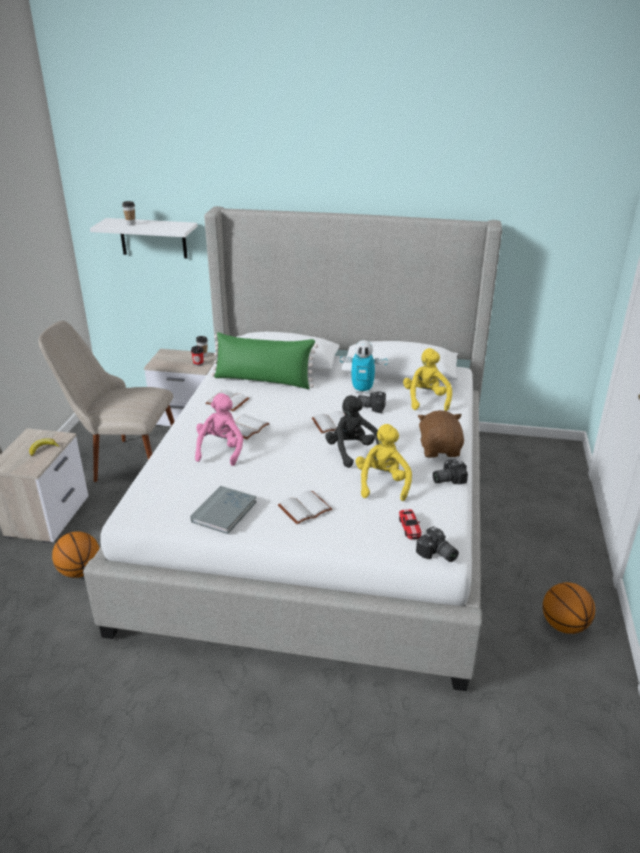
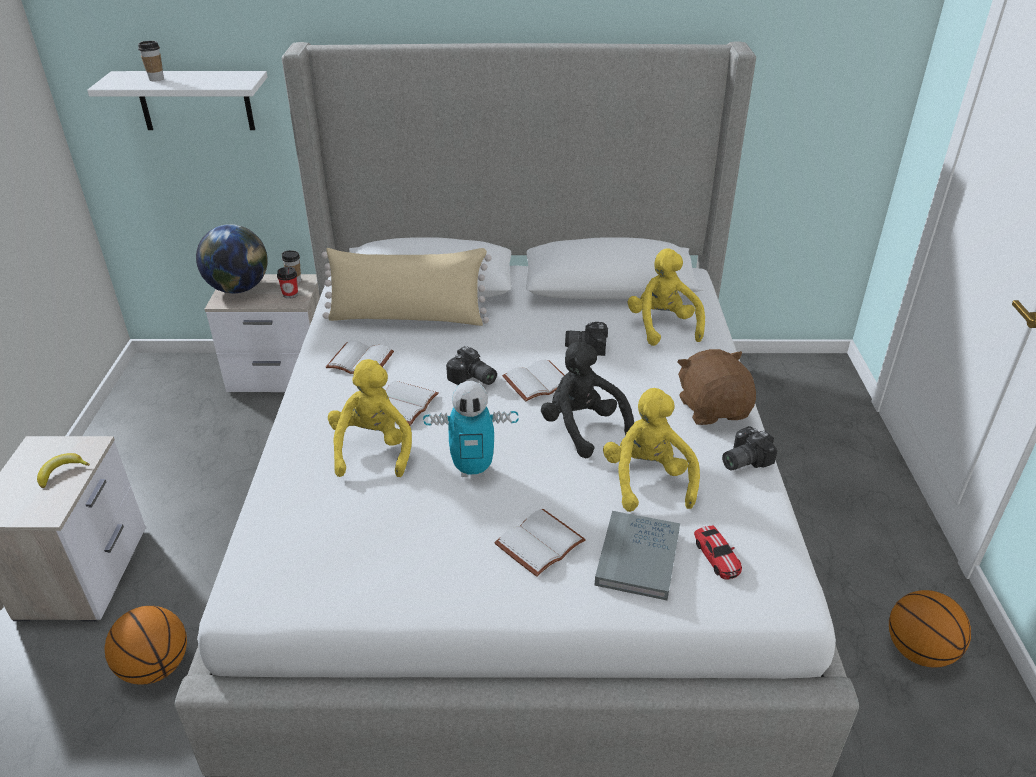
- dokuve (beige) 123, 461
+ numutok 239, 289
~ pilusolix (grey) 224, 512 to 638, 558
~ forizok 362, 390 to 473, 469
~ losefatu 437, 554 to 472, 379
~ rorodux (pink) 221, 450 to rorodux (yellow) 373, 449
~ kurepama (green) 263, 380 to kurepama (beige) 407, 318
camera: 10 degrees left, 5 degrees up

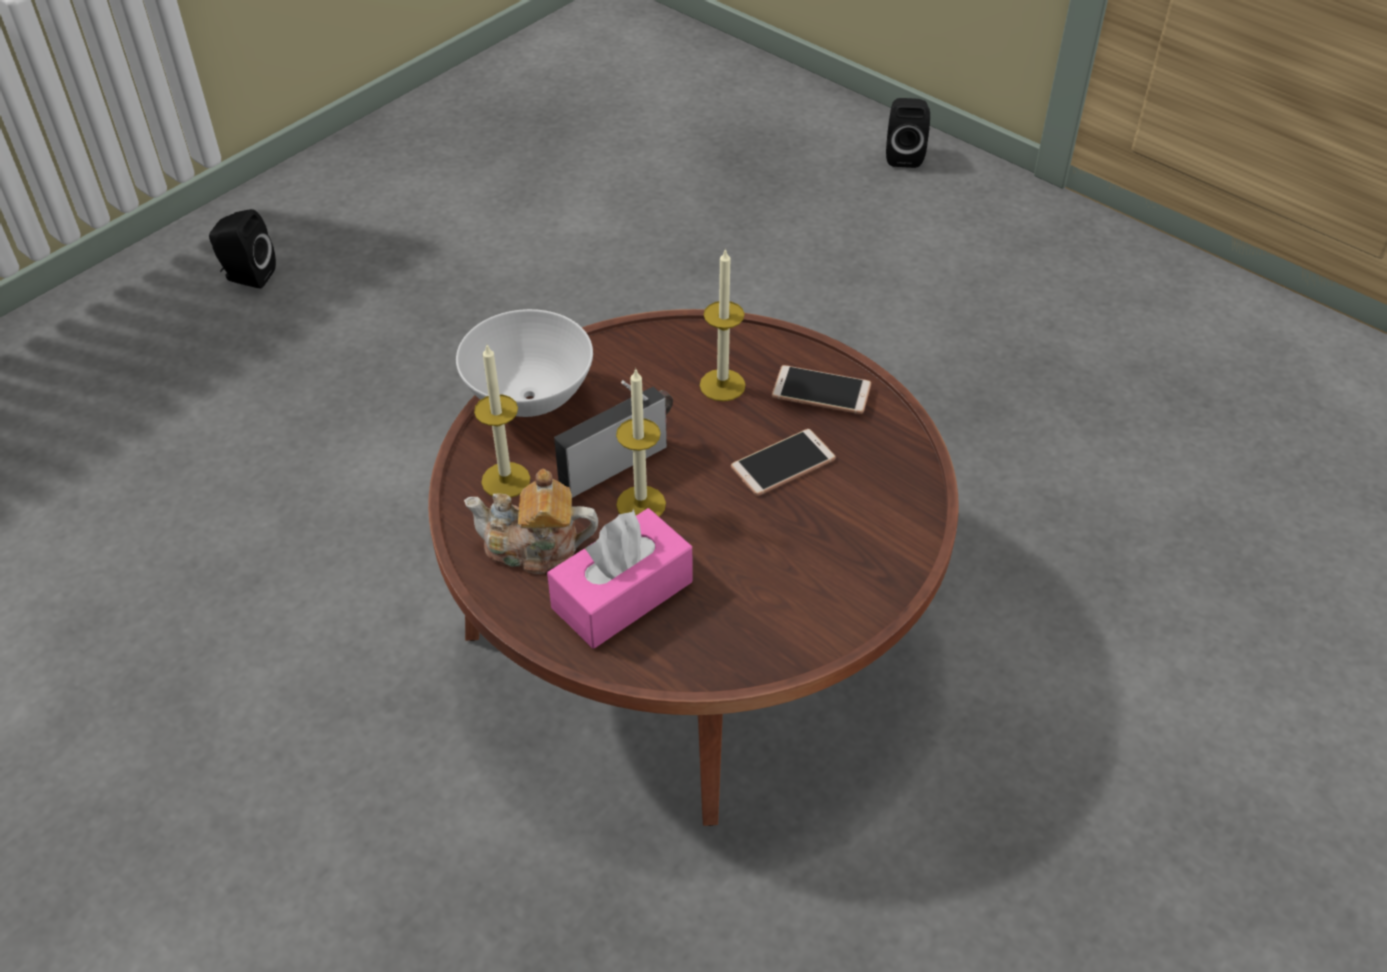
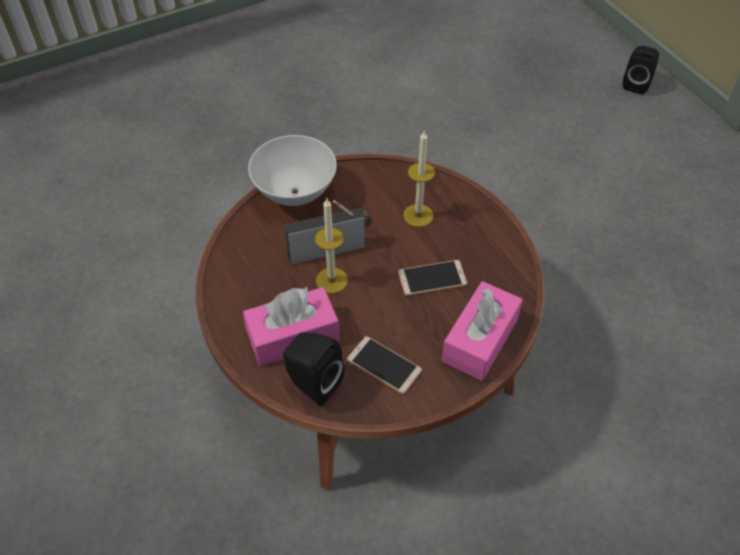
- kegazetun 534, 548
- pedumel 506, 480
+ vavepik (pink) 480, 340
~ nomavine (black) 247, 276 to 312, 384
~ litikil 821, 391 to 384, 365
camera: 20 degrees right, 5 degrees up

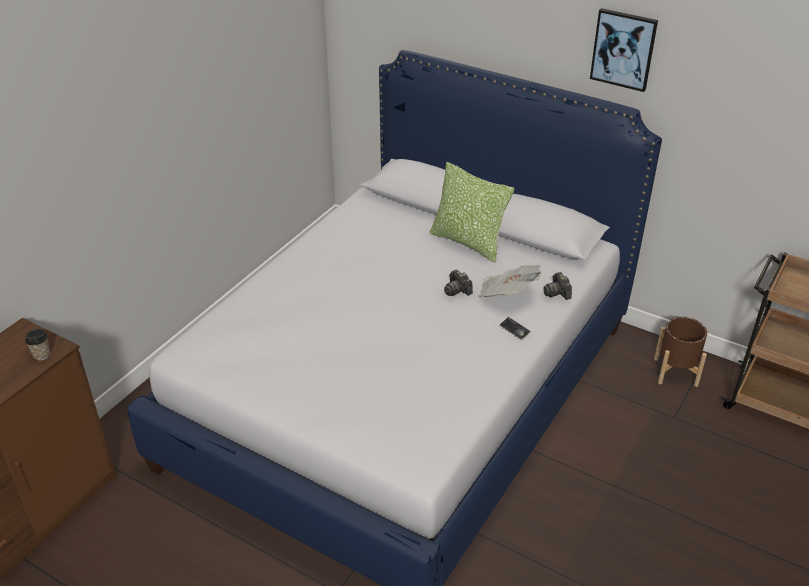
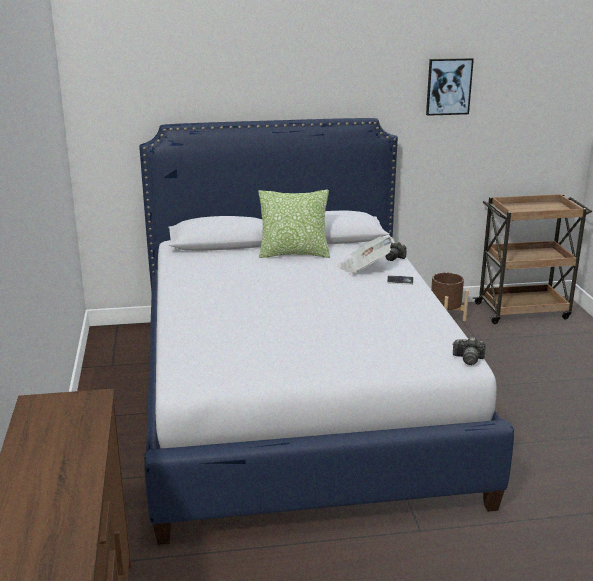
- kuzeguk 41, 355
~ losefatu 457, 290 to 468, 359
~ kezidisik 623, 49 to 448, 86
camera: 40 degrees left, 15 degrees down

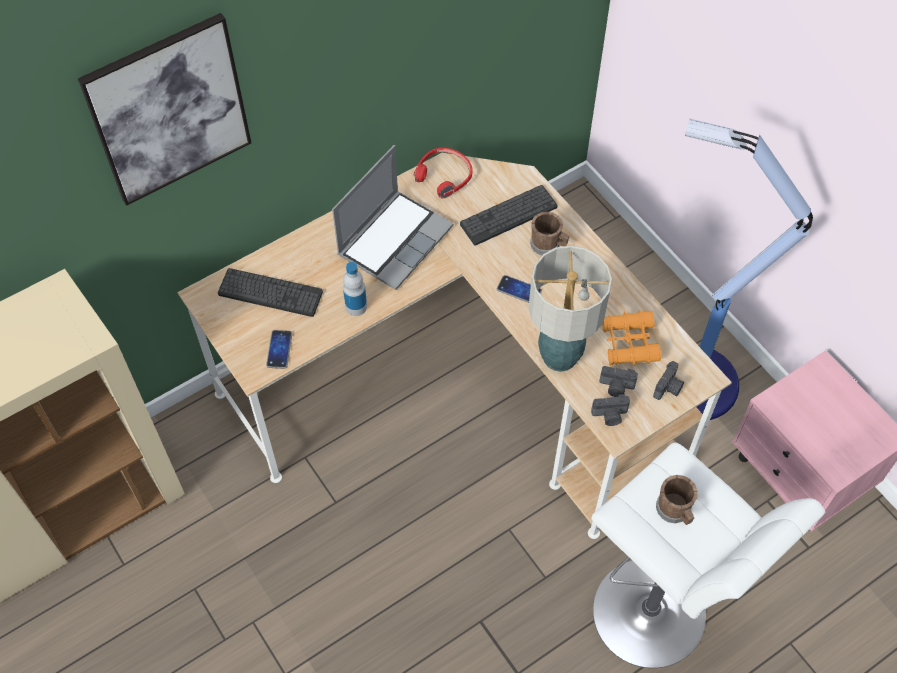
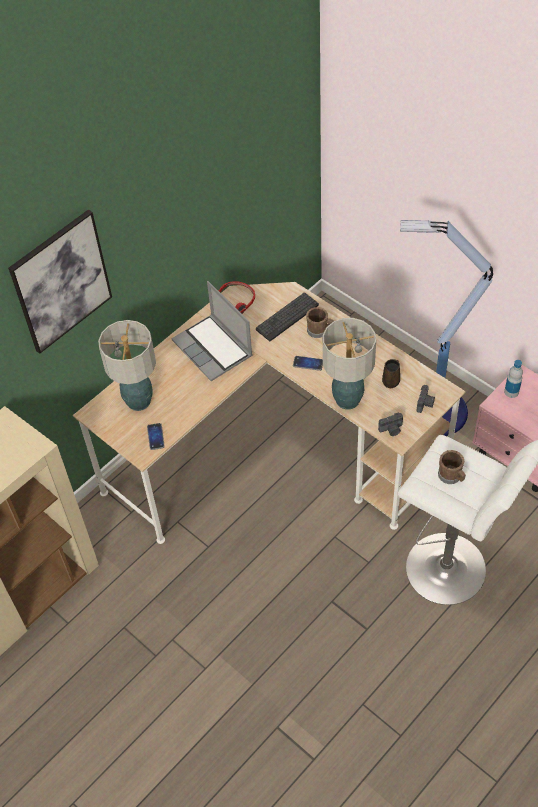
- losefatu 616, 387
~ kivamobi 356, 306 to 511, 392
~ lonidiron 270, 293 to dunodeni 138, 401
~ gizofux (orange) 629, 343 to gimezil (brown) 391, 381
~ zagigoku 395, 239 = 214, 349 120 degrees clockwise
camera: 10 degrees left, 5 degrees down

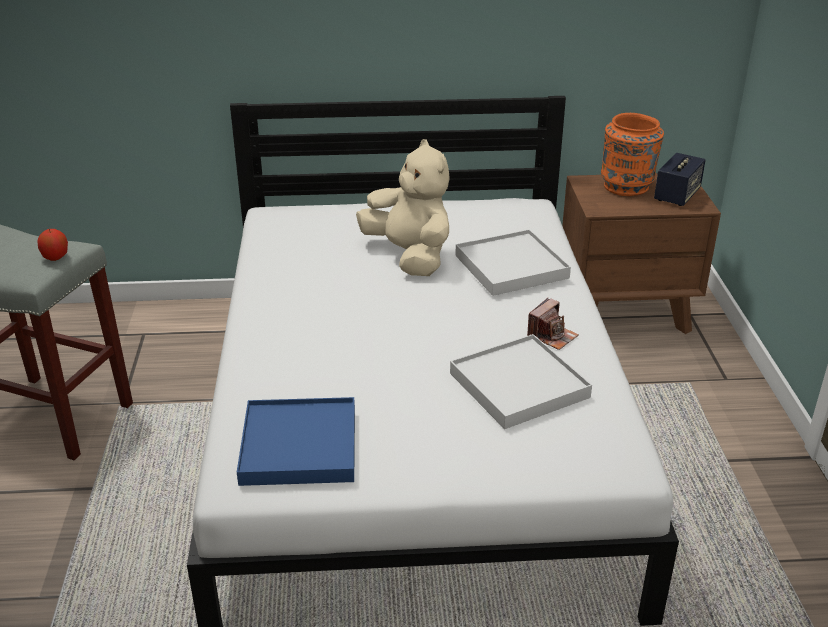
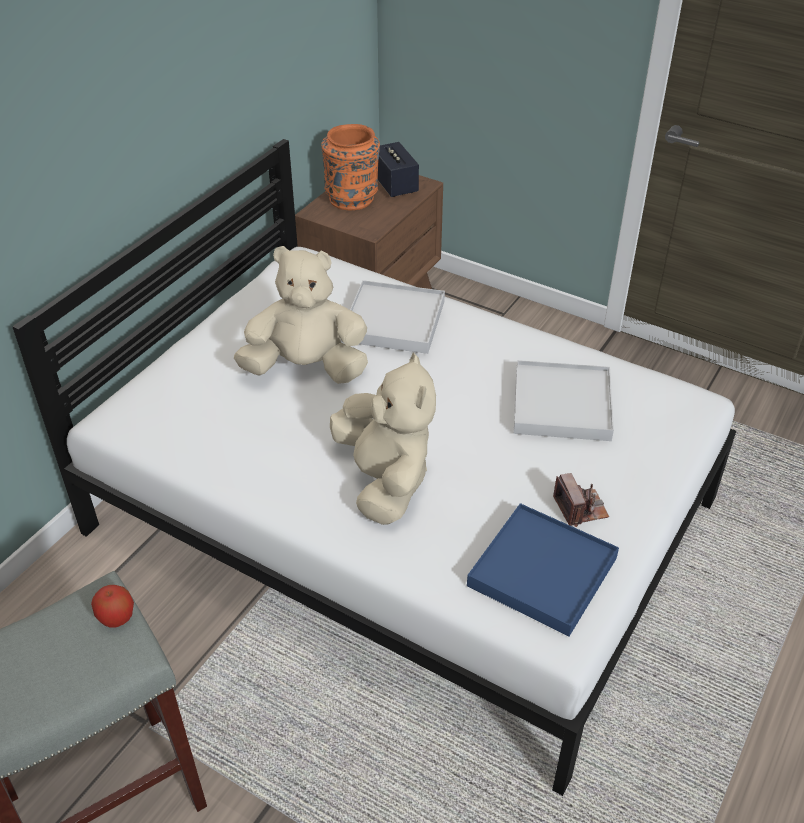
+ rorodux (beige) 385, 481
~ losefatu 552, 336 to 580, 508
camera: 55 degrees left, 10 degrees up

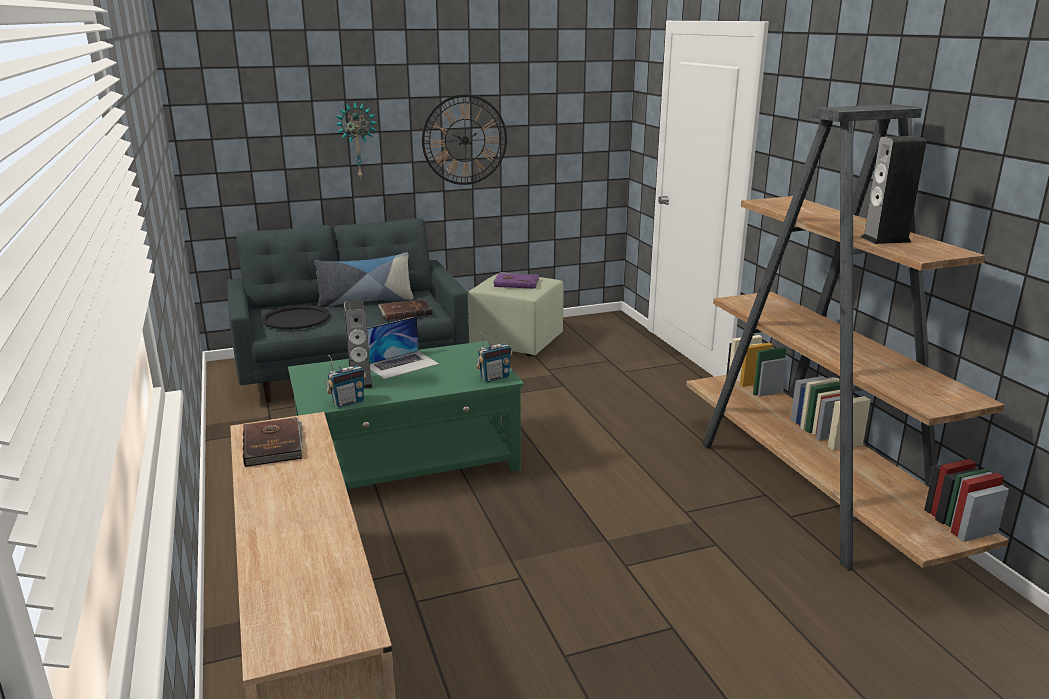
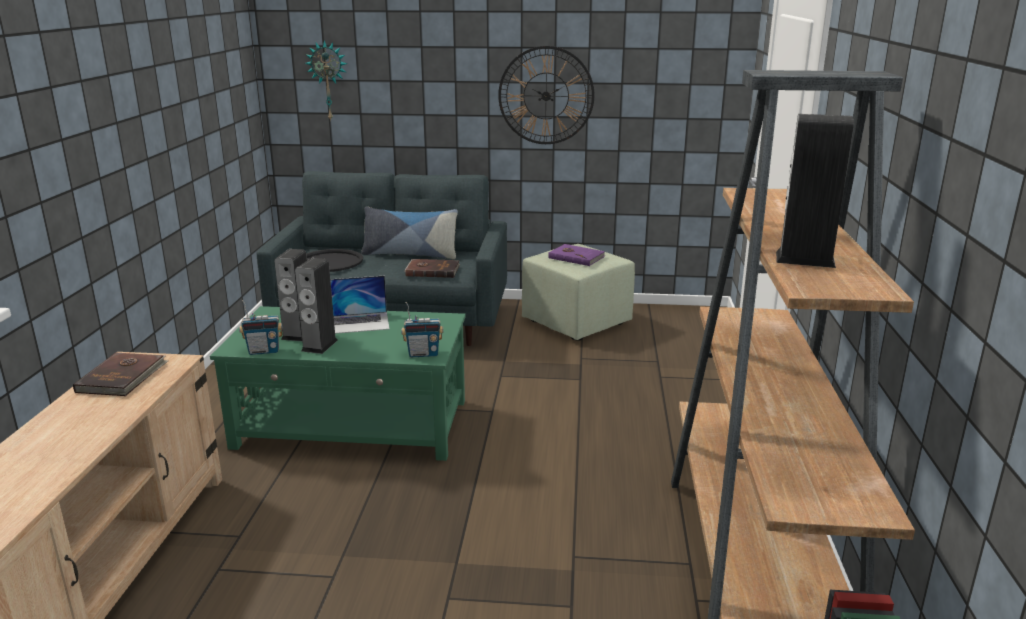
+ nomavine 319, 345
~ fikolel 357, 140 to 328, 81
camera: 25 degrees right, 0 degrees up

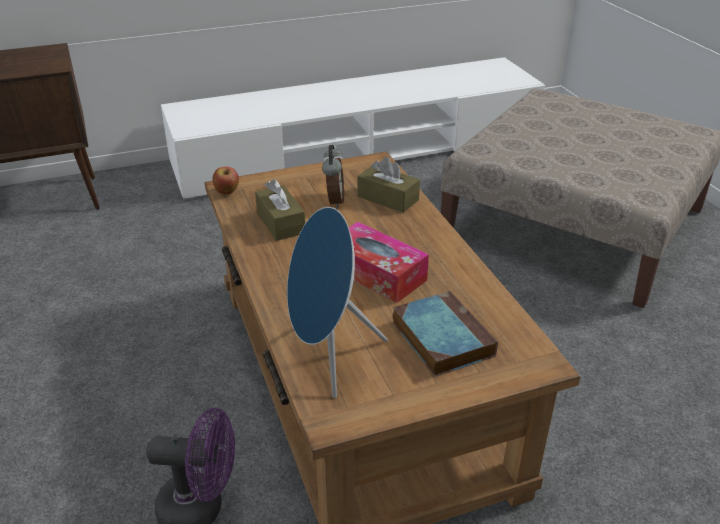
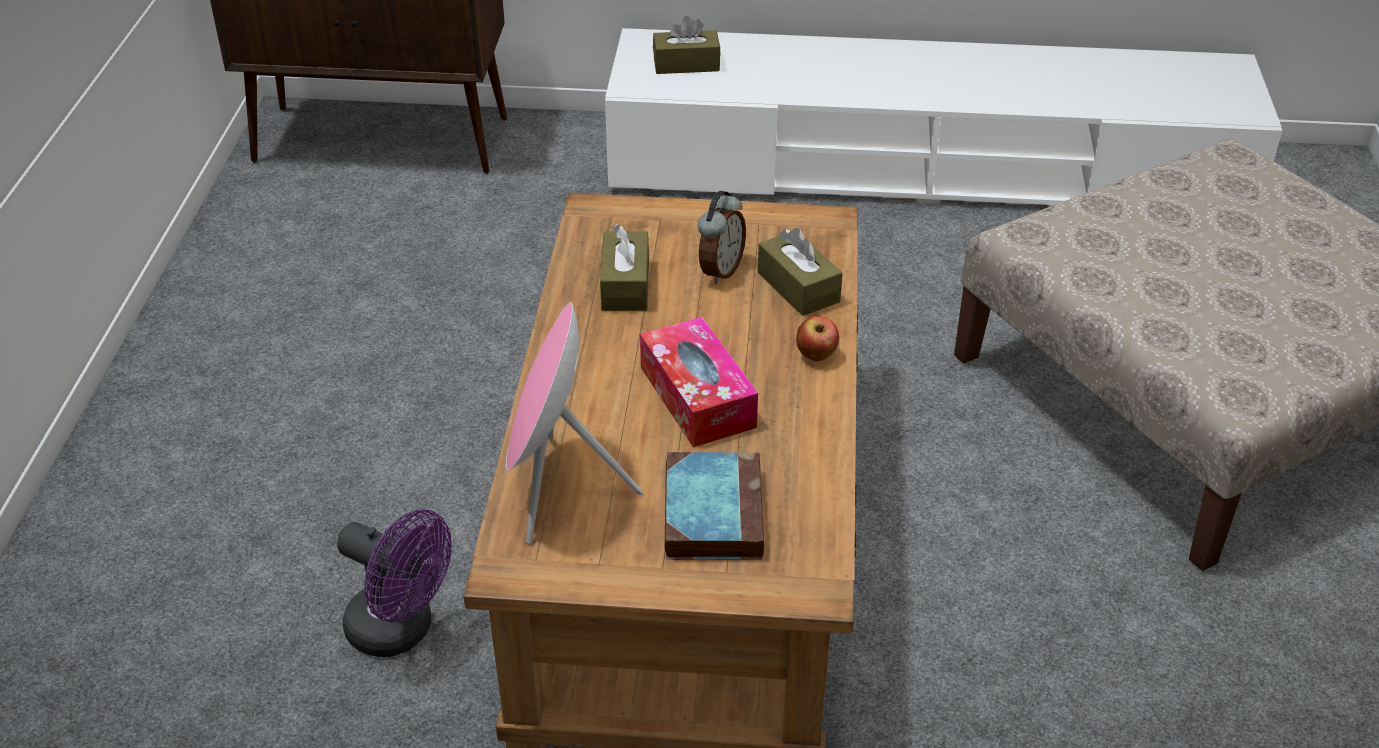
+ vavepik (brown) 686, 64
~ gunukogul 227, 192 to 816, 356
~ nomavine (blue) 328, 356 to nomavine (pink) 556, 490
camera: 25 degrees right, 5 degrees up

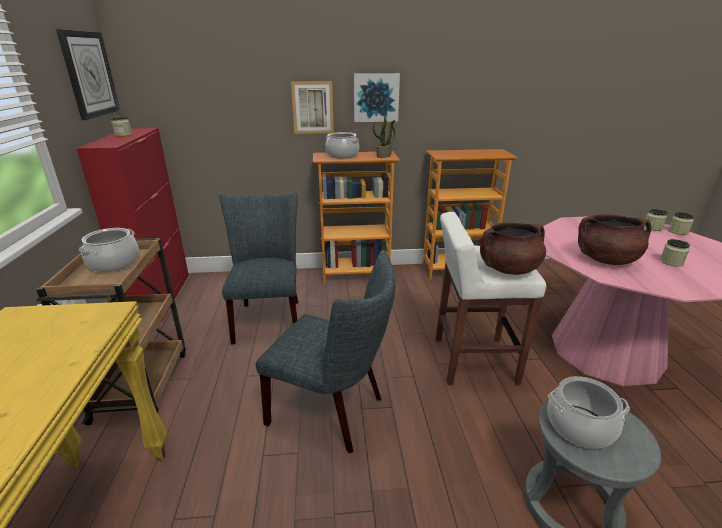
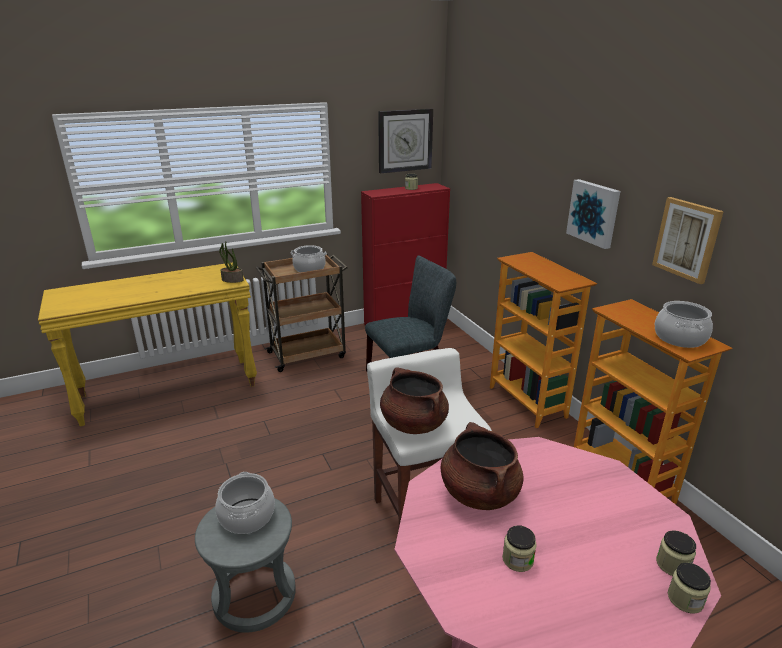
- dokuve (grey) 333, 411
~ kezidisik 312, 107 to 687, 239
~ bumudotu 342, 155 to 679, 338
~ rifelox 384, 155 to 232, 280
camera: 70 degrees right, 0 degrees up

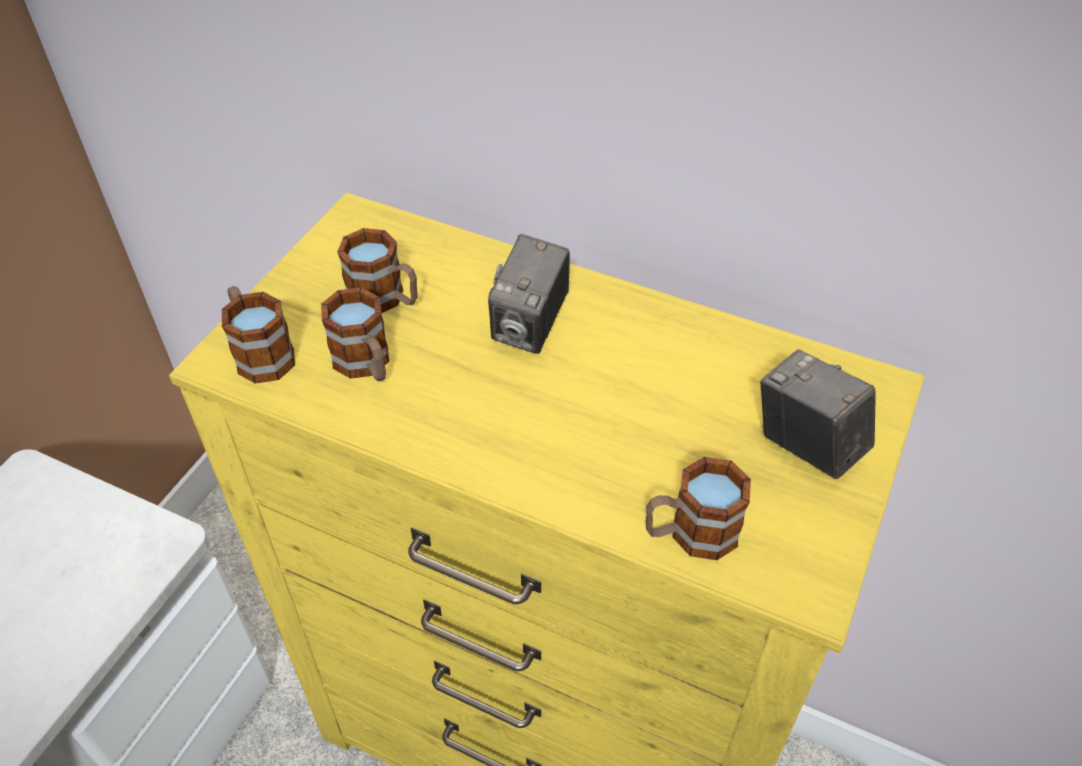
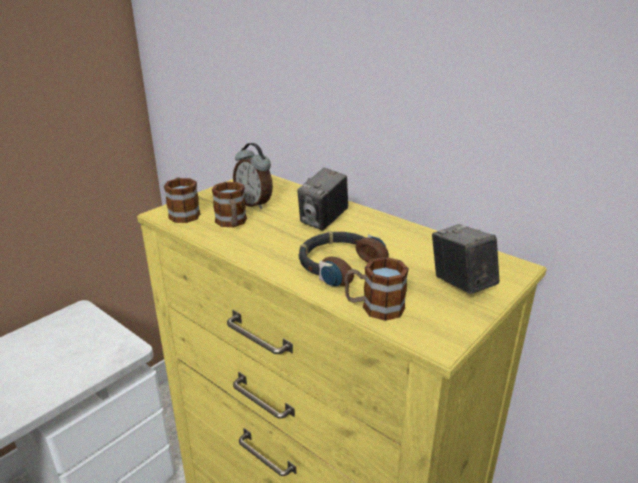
+ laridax 339, 265
~ gimezil 385, 299 to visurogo 255, 203
camera: 15 degrees right, 20 degrees down

